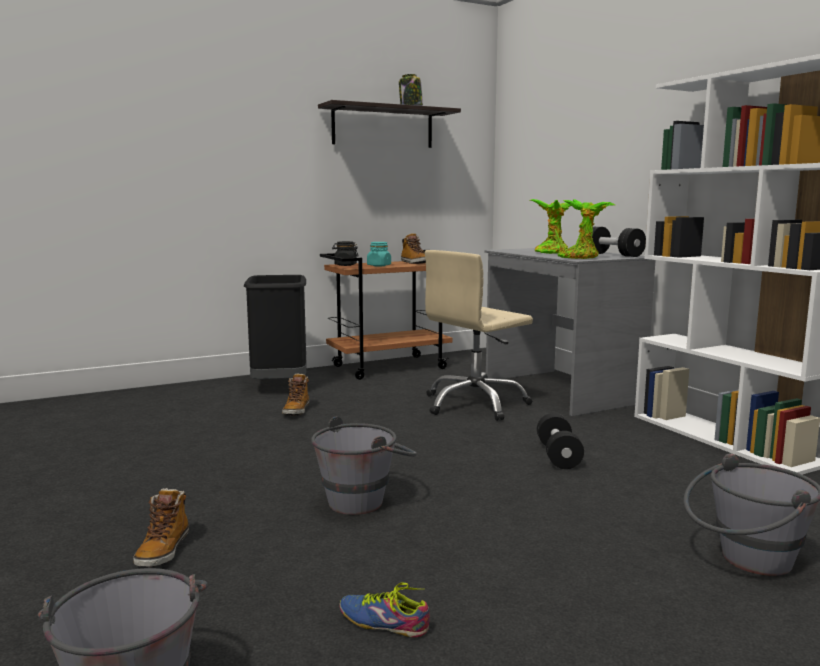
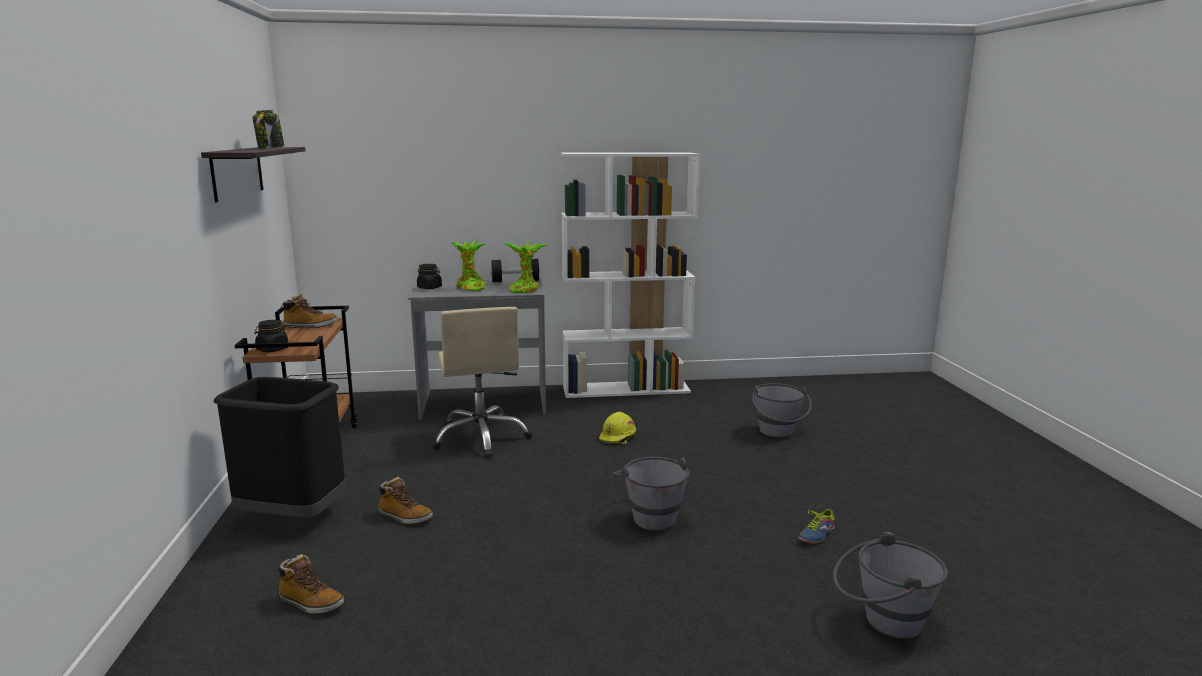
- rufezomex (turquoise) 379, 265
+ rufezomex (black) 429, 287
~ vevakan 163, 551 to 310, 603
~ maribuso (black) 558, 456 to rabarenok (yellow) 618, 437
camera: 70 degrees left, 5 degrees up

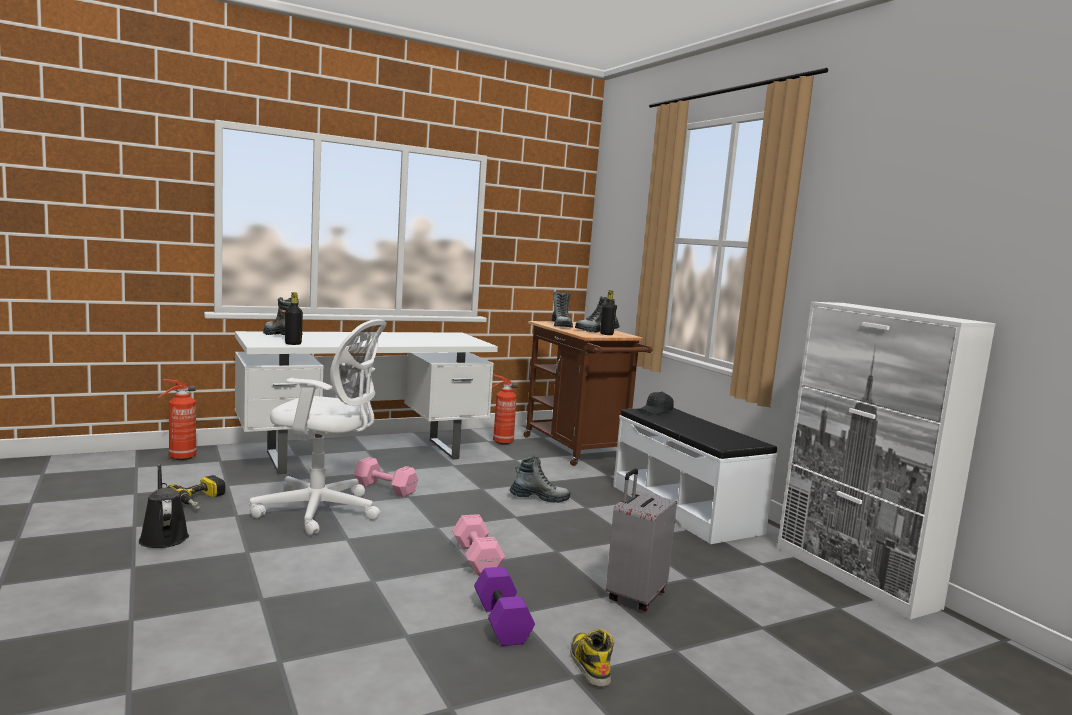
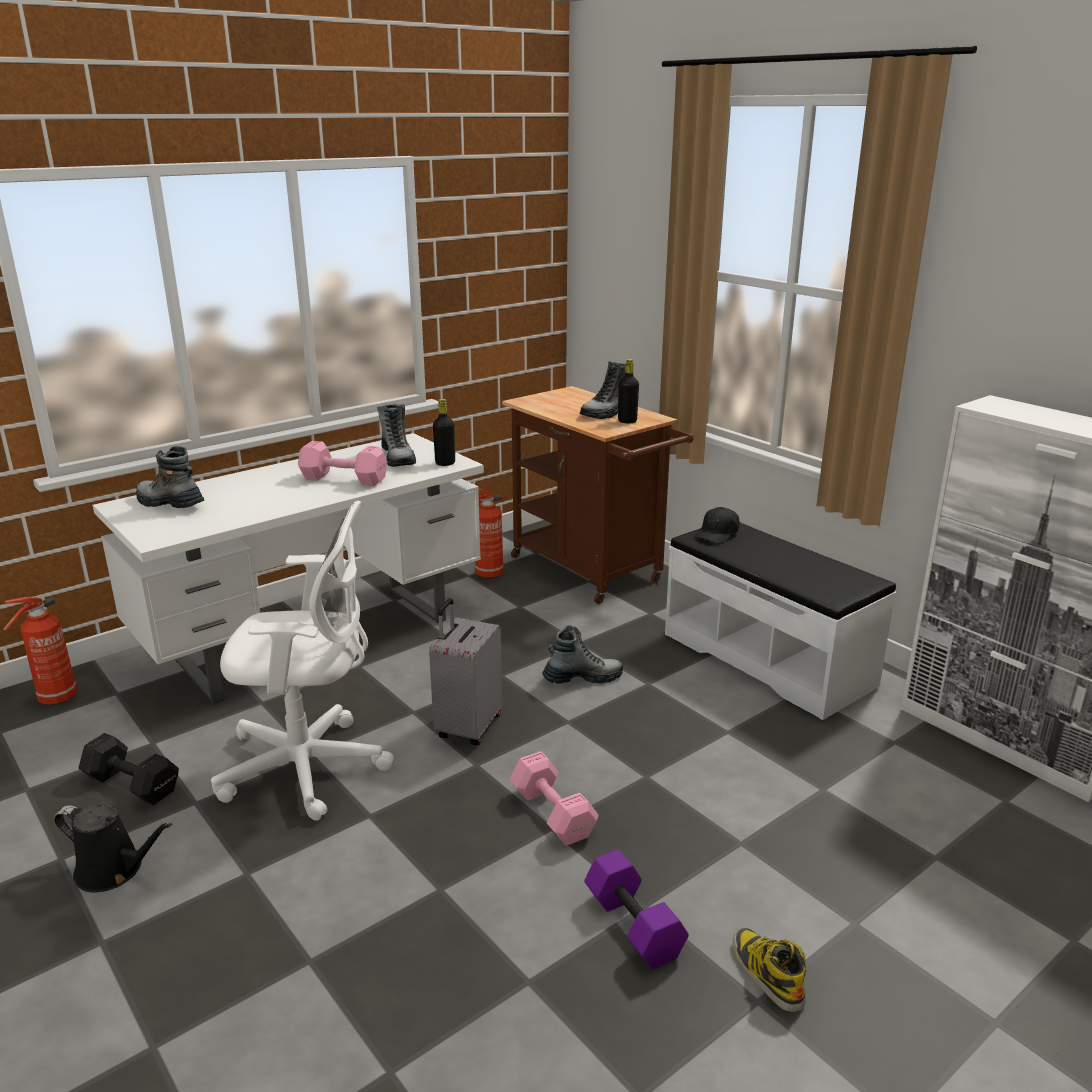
~ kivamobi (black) 293, 344 to 445, 463
~ maribuso (pink) 386, 489 to 345, 480
~ vevakan 561, 325 to 398, 458
~ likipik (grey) 634, 596 to 467, 727
~ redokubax 201, 500 to maribuso (black) 131, 783
~ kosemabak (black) 163, 536 = 114, 870 150 degrees clockwise
camera: 10 degrees left, 15 degrees up

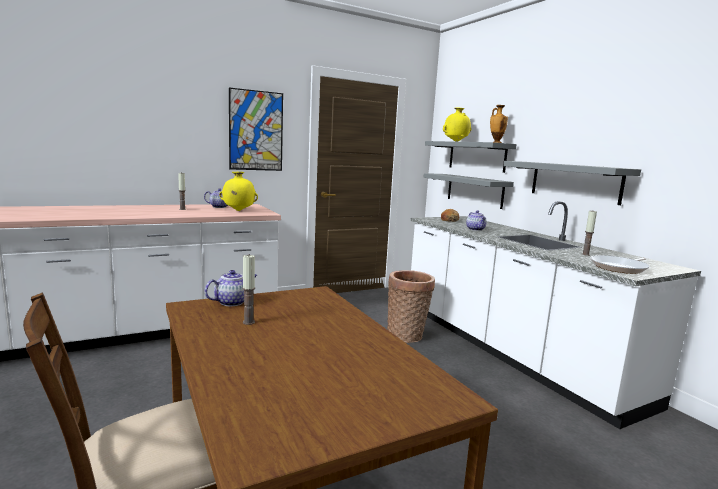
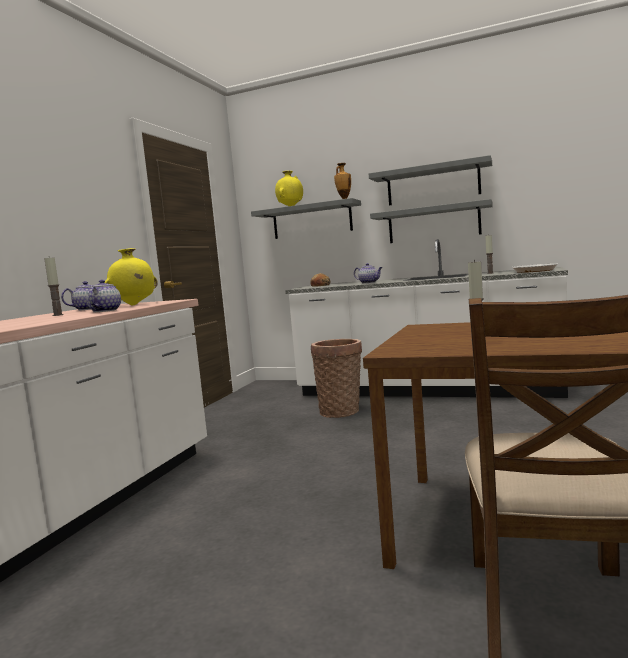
- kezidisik 256, 131
~ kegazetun 232, 302 to 105, 311
~ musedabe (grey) 474, 190 to 433, 184
camera: 40 degrees left, 5 degrees down

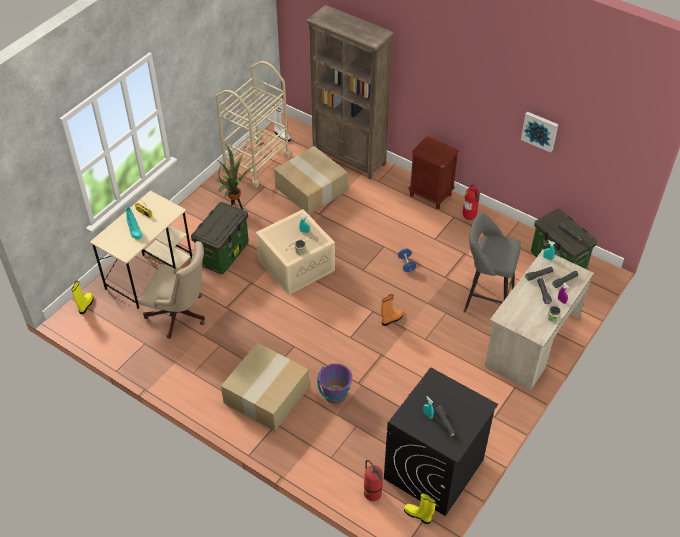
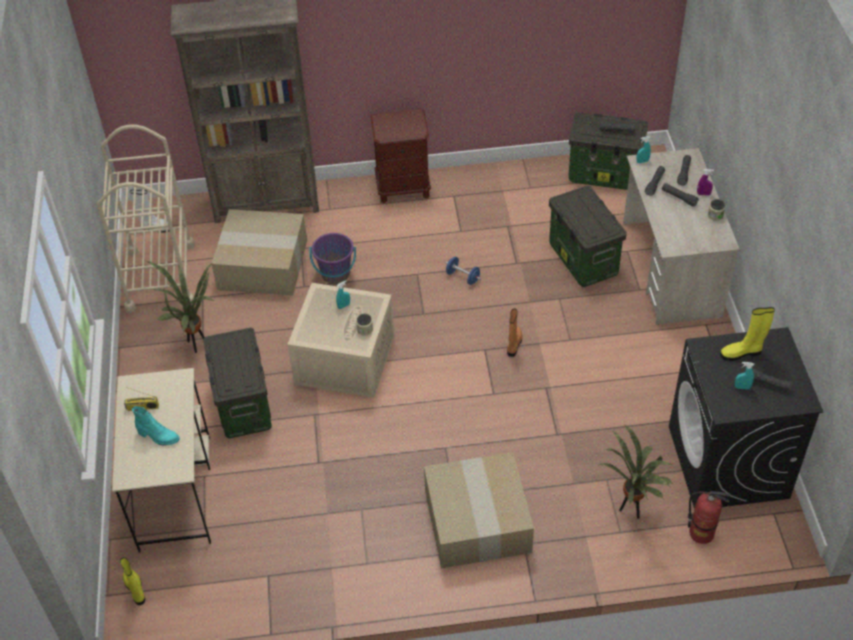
- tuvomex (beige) 180, 316
- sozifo 469, 217
- kezidisik 540, 131
+ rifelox 631, 511
~ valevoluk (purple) 335, 394 to 335, 274
~ vevakan (yellow) 418, 515 to 742, 353
~ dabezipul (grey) 485, 300 to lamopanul 582, 259
camera: 40 degrees left, 0 degrees up

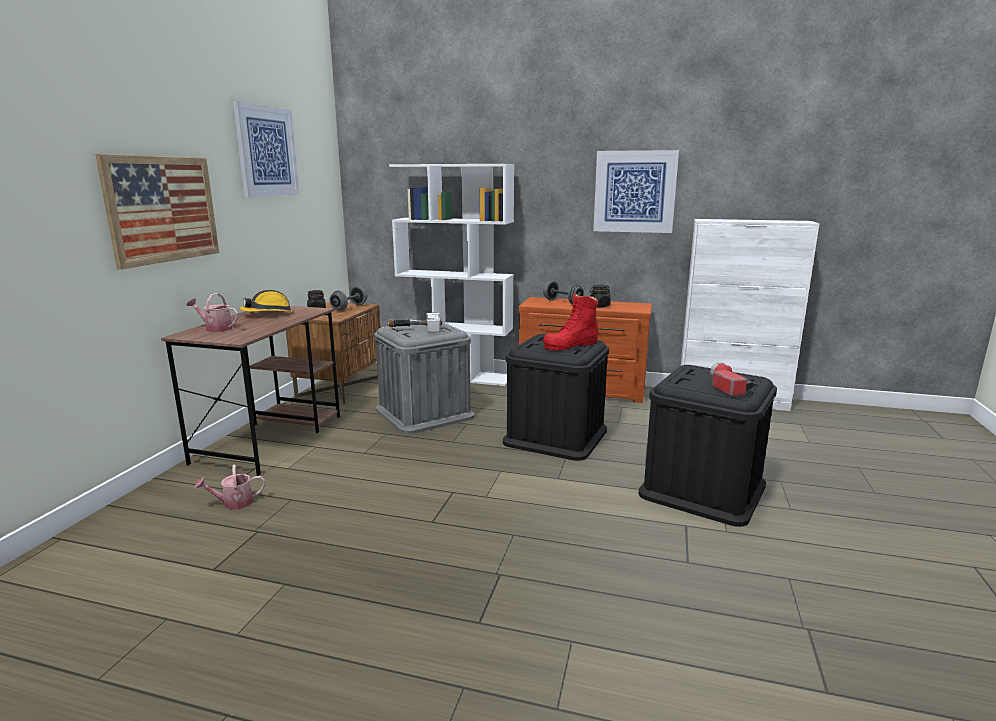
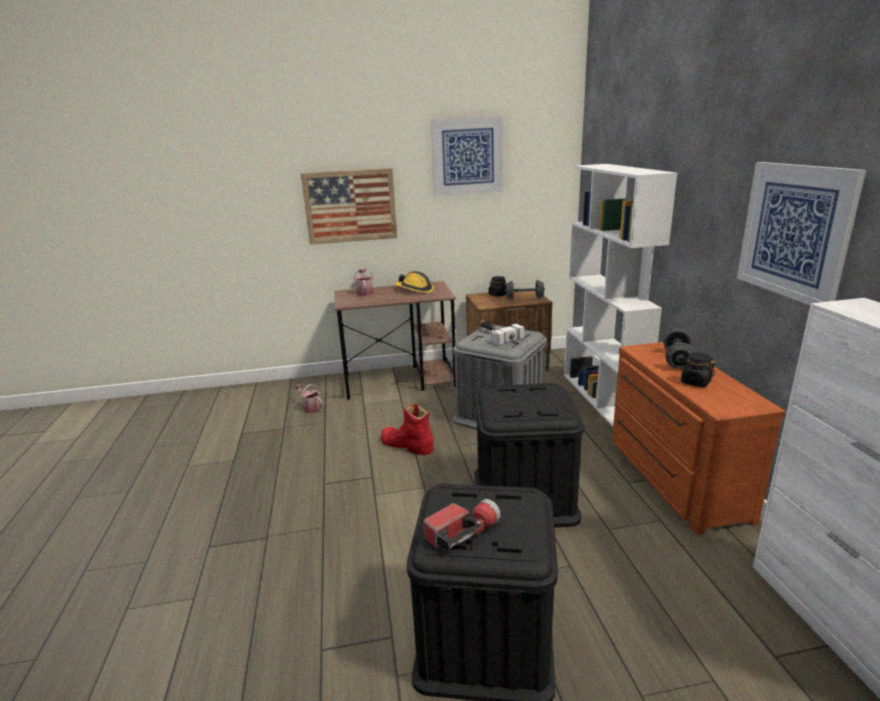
~ vevakan (red) 571, 345 to 407, 445
camera: 65 degrees right, 5 degrees up

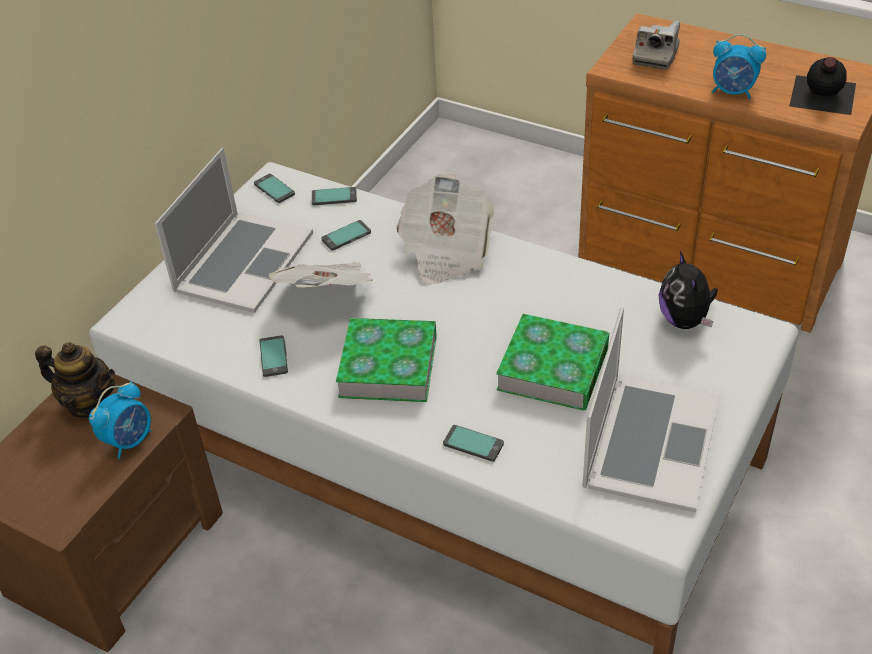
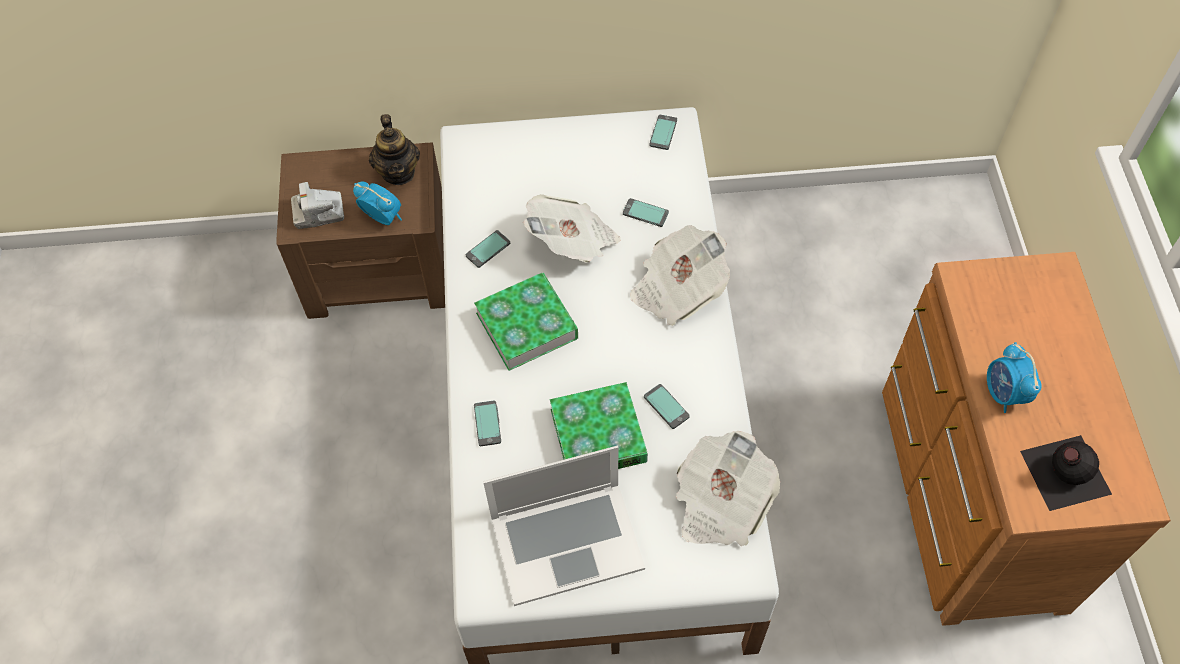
- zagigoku 243, 261
~ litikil 334, 197 to 666, 406
~ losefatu 656, 56 to 319, 212
~ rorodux 685, 320 to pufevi 720, 503
~ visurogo 129, 440 = 382, 217 150 degrees counterclockwise
camera: 55 degrees right, 15 degrees up

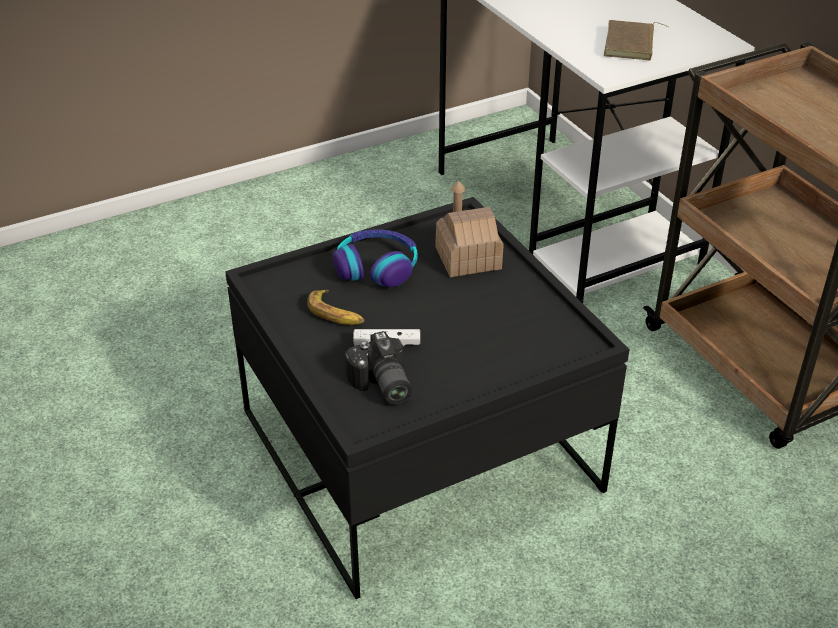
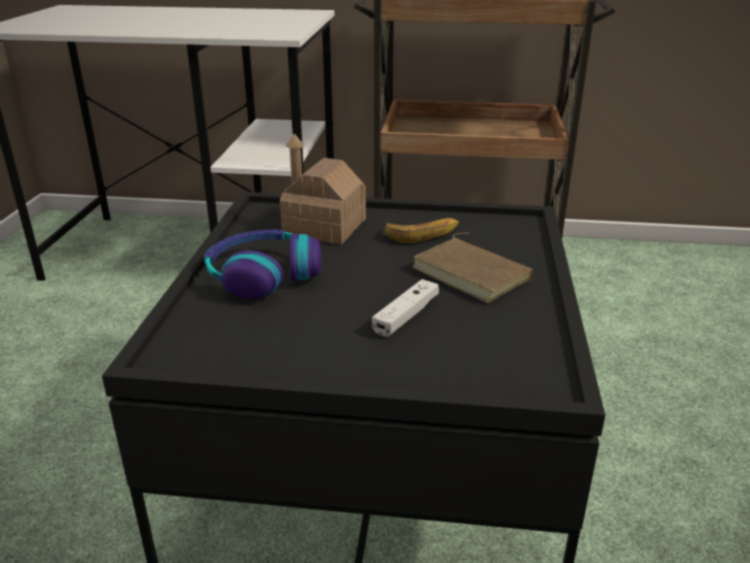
- losefatu 381, 386
~ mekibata 336, 314 to 423, 234
~ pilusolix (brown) 631, 45 to 474, 273
camera: 55 degrees left, 10 degrees down

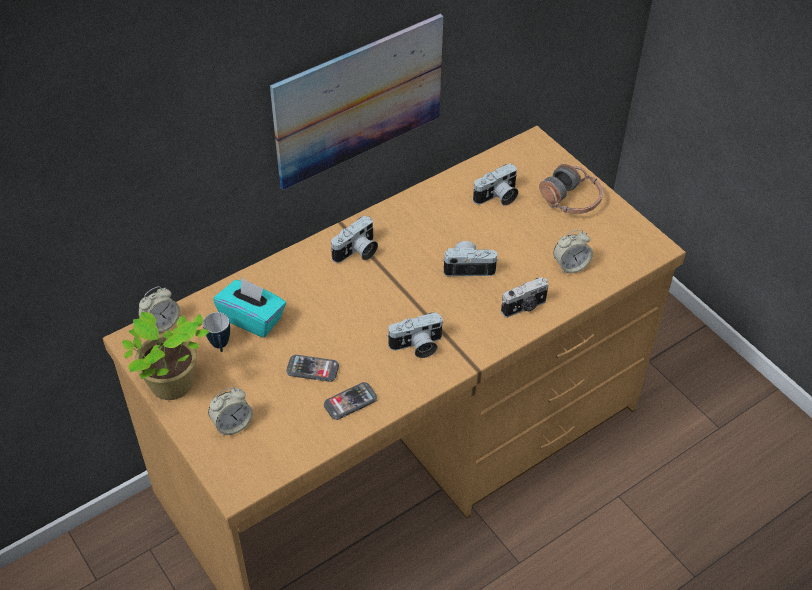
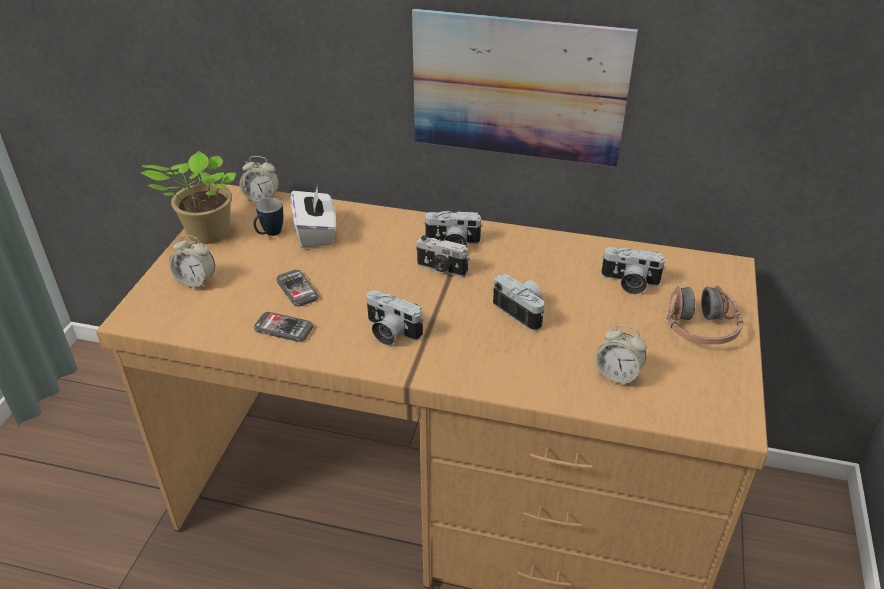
~ losefatu 524, 307 to 441, 269
~ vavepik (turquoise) 252, 318 to vavepik (white) 316, 233
camera: 50 degrees right, 10 degrees down

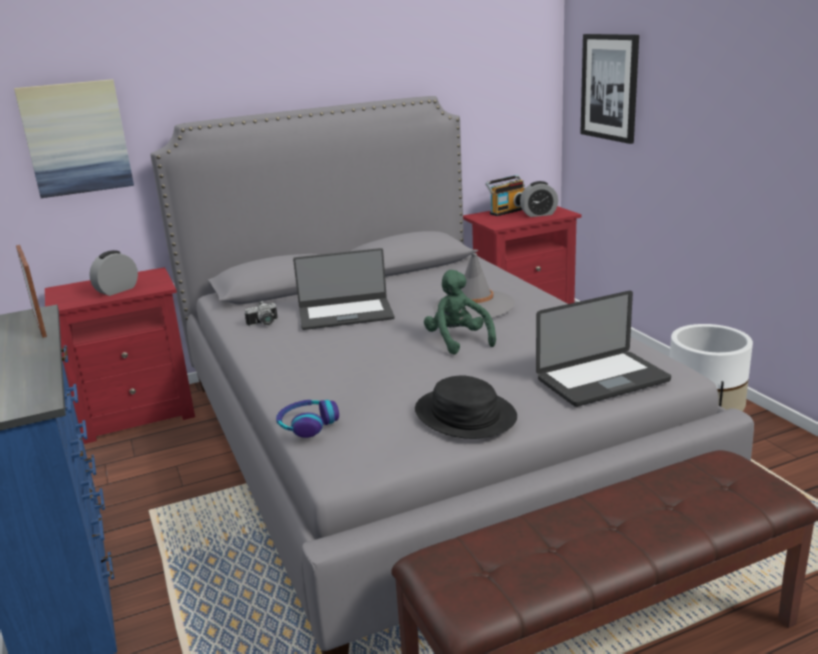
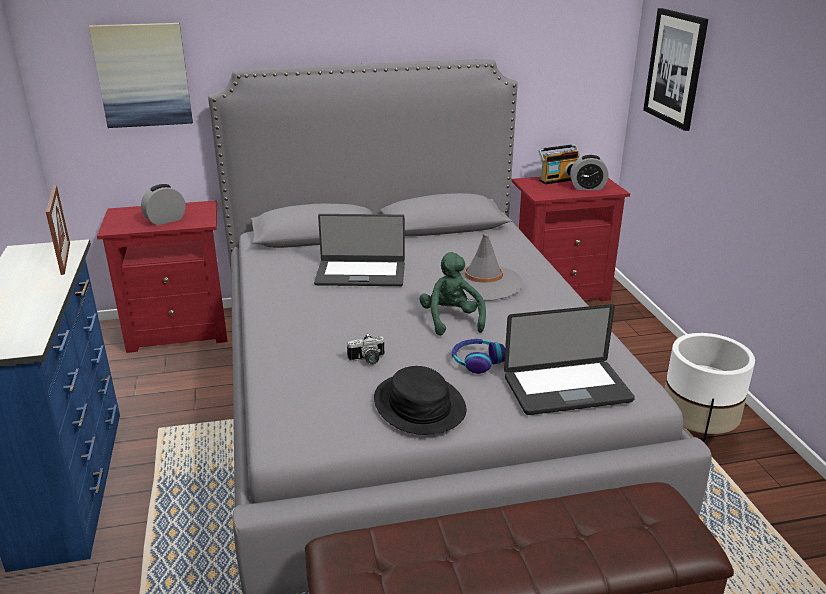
~ losefatu 264, 324 to 368, 360
~ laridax 307, 425 to 477, 361
camera: 10 degrees right, 5 degrees up

